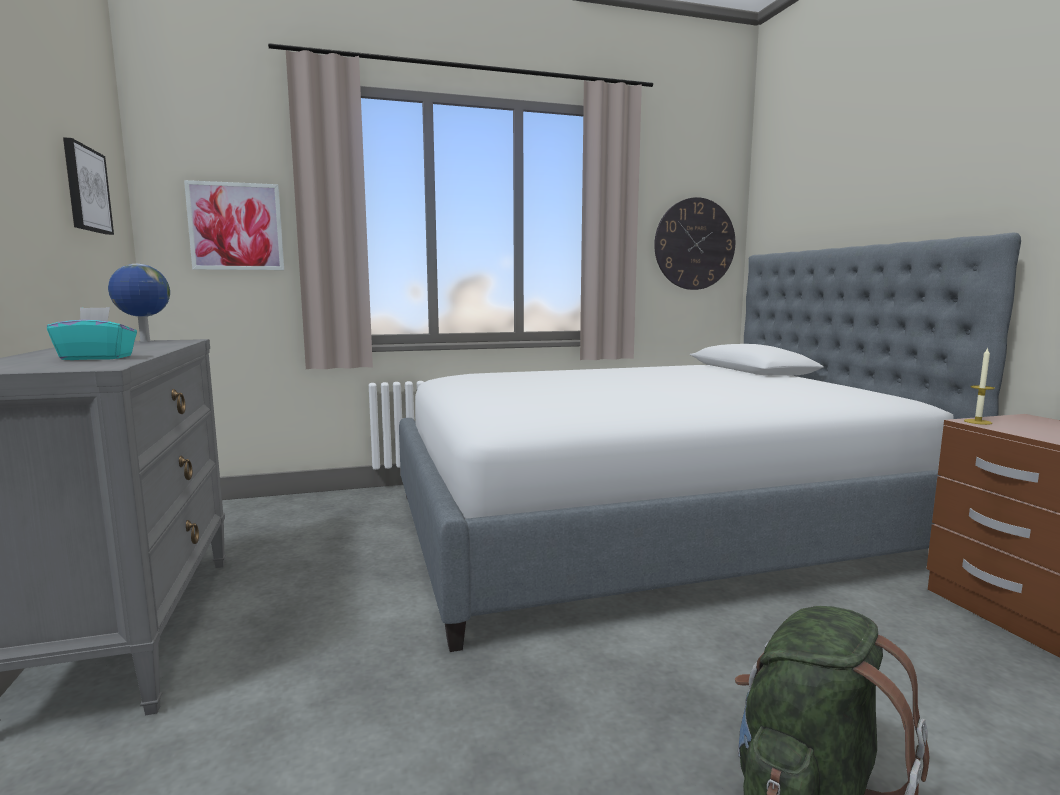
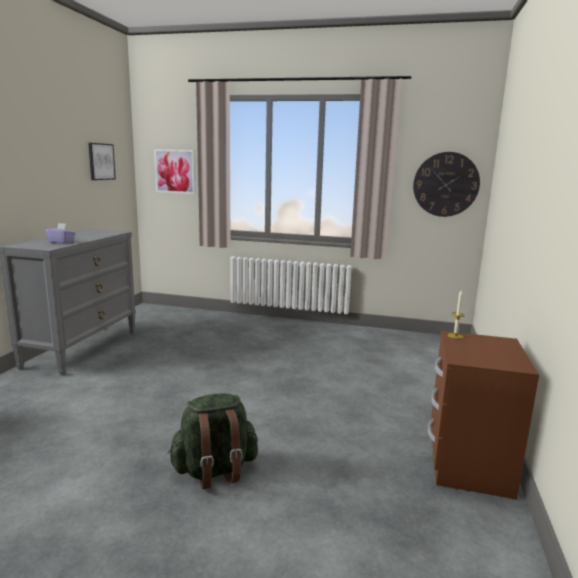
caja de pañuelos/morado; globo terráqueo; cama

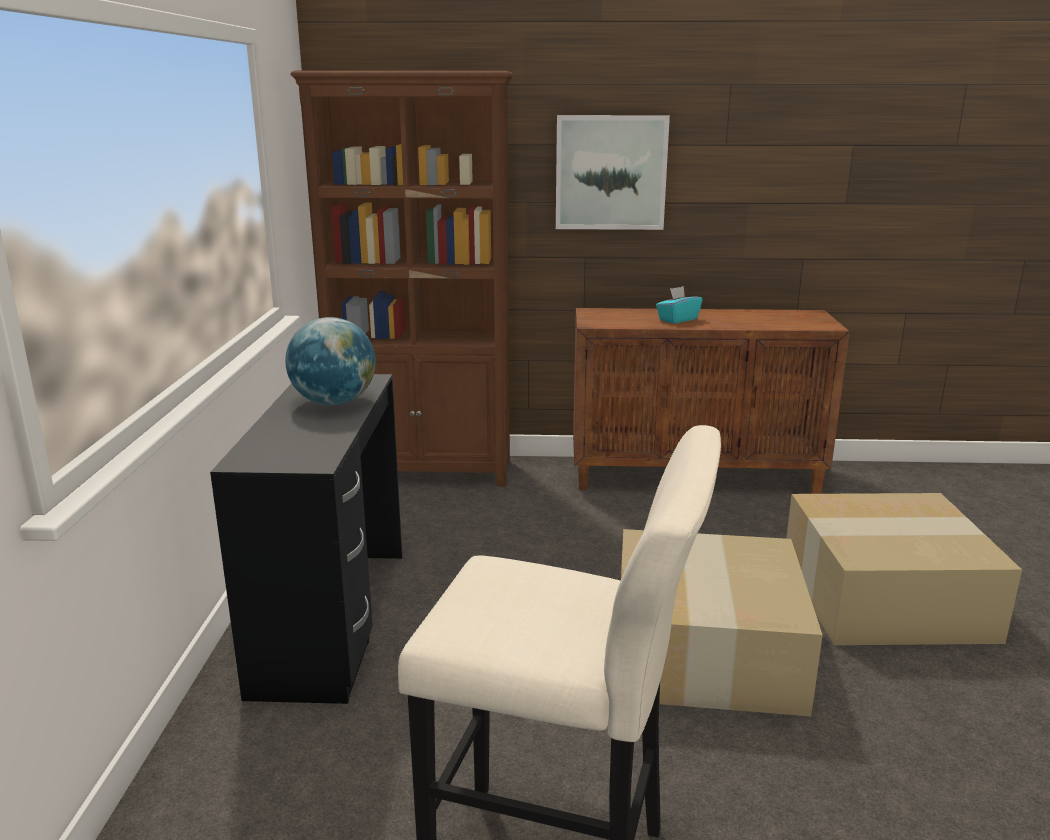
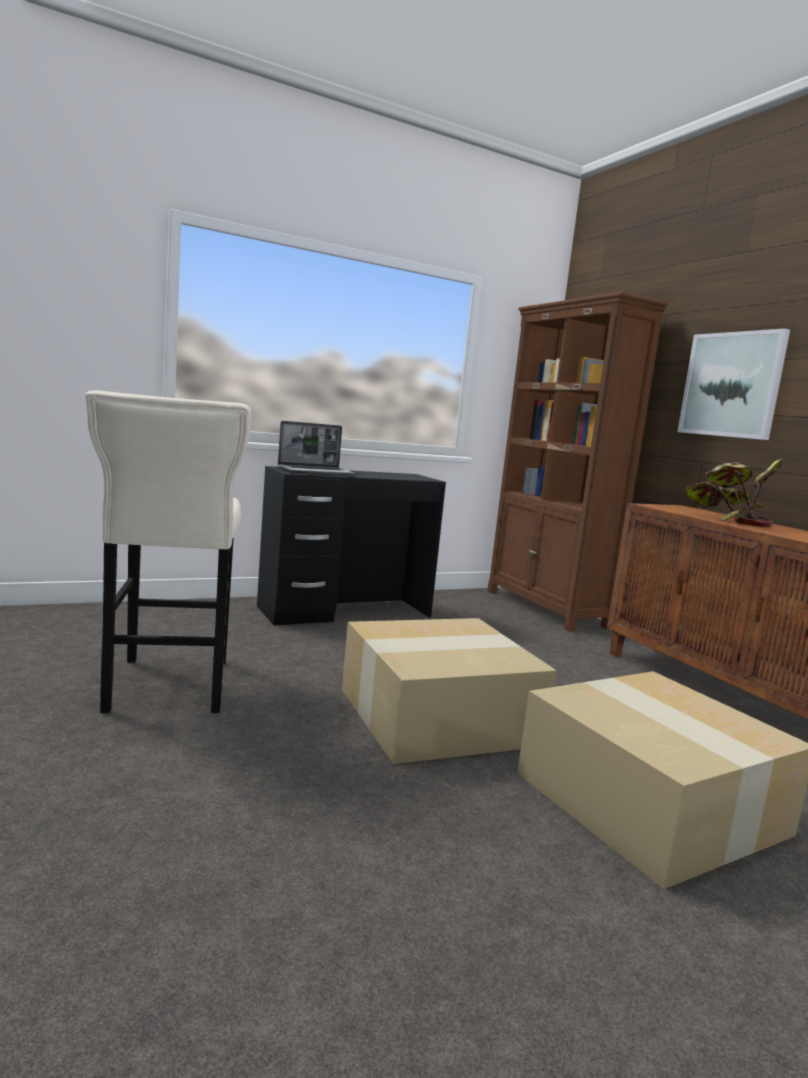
globo terráqueo; planta en maceta; portátil

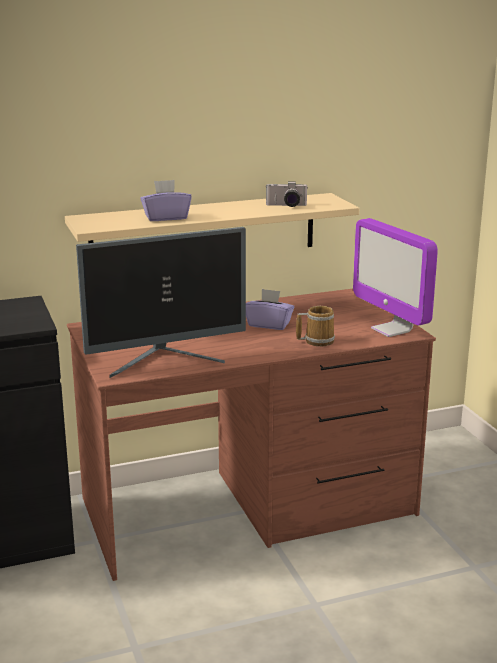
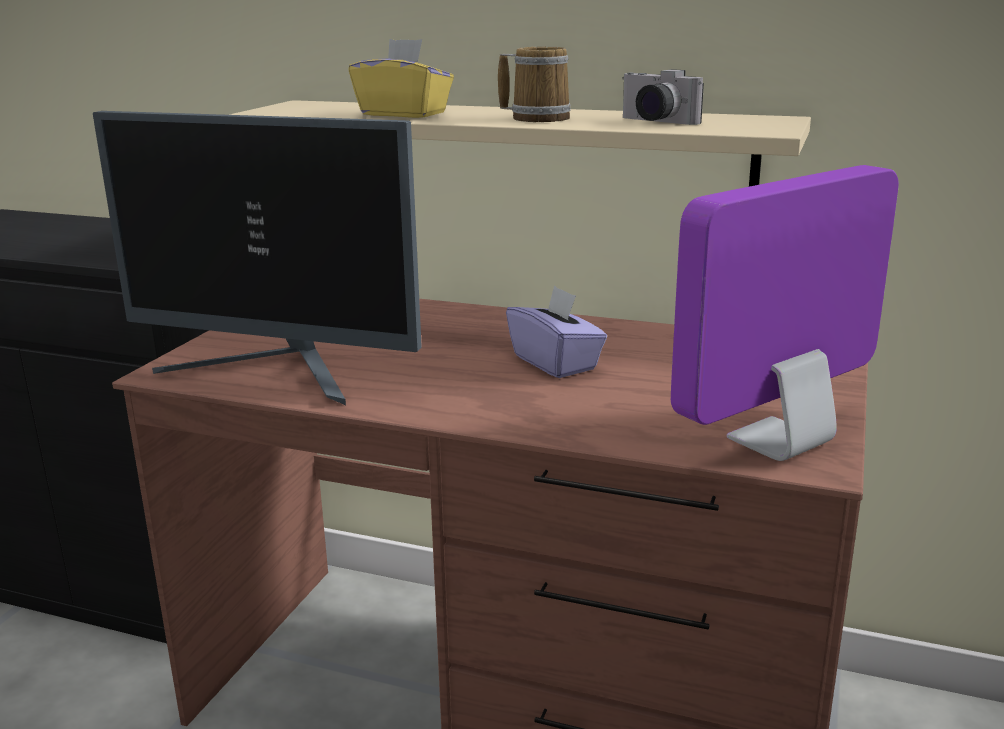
caja de pañuelos/amarillo; taza grande; monitor (2nd from left)

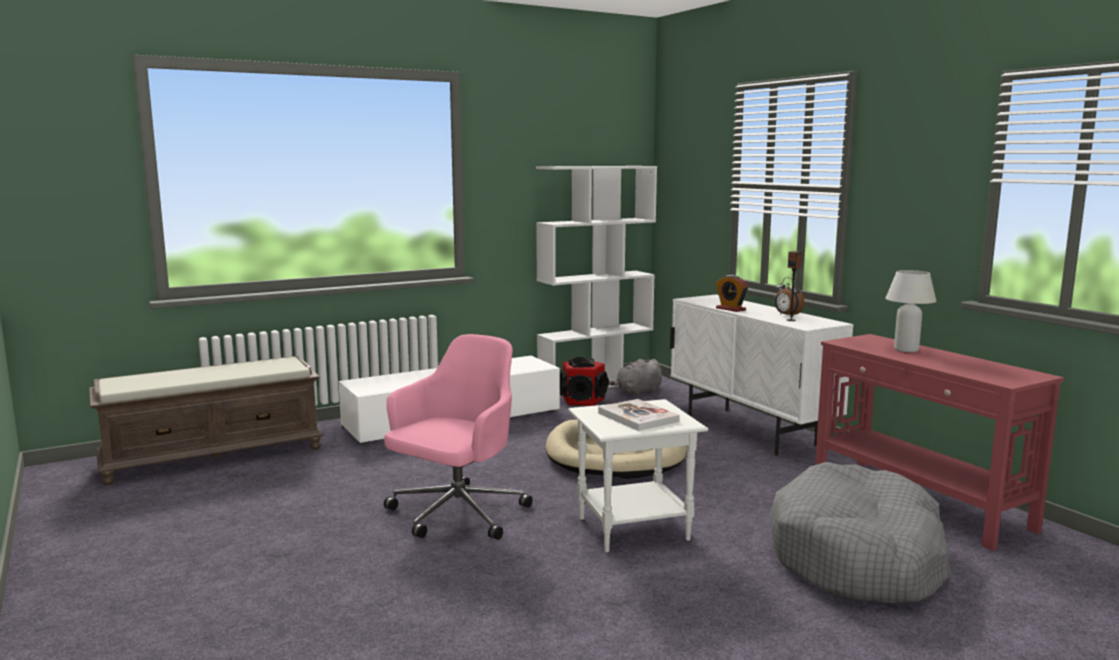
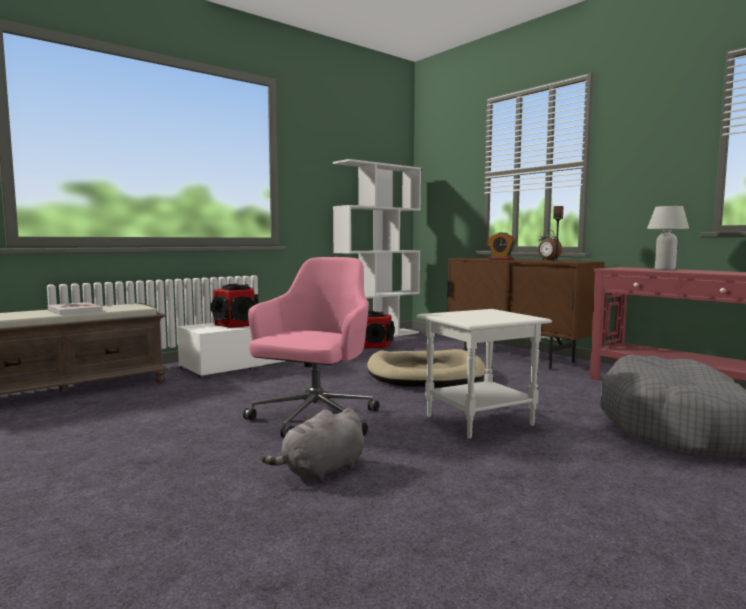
libro; peluche/gris; armario/marrón; altavoz (1st from left)

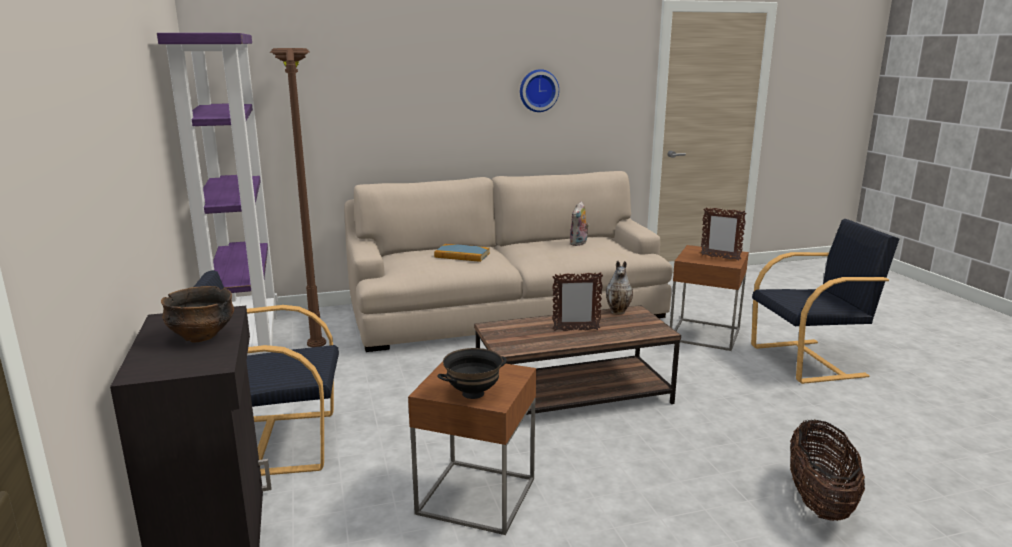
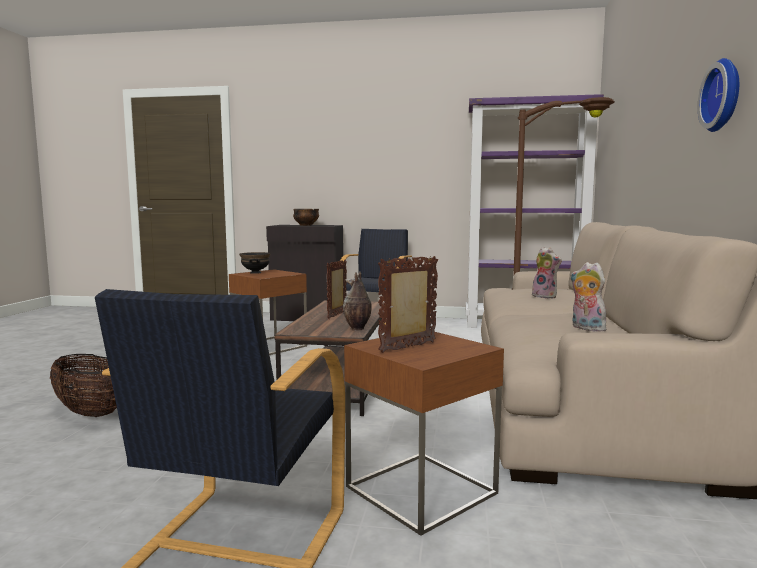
peluche (1st from left)

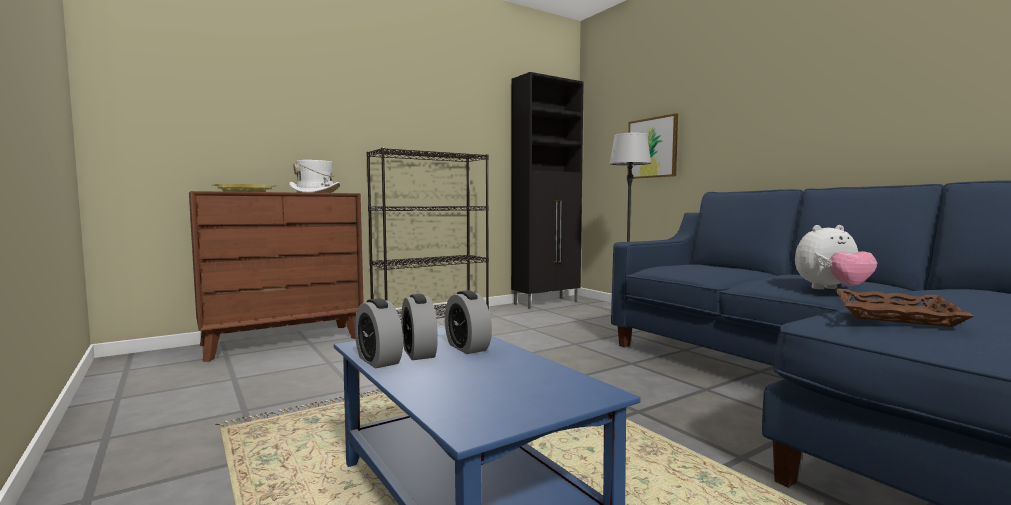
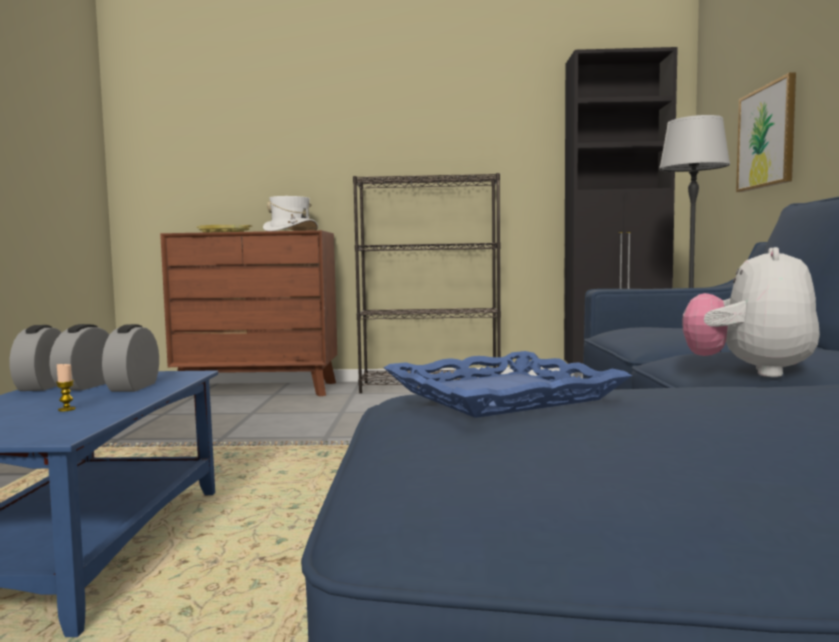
peluche; bandeja/azul; vela

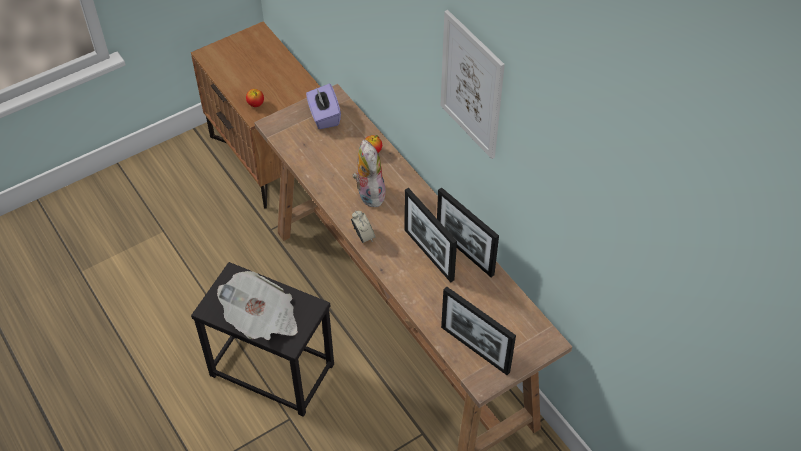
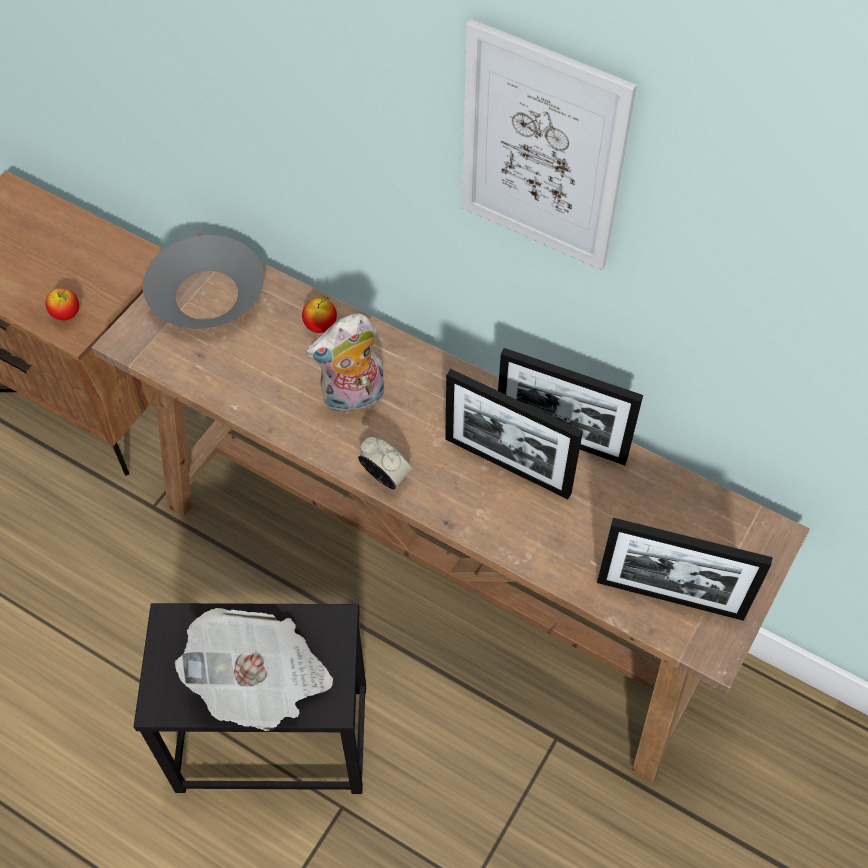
cuenco/gris; peluche

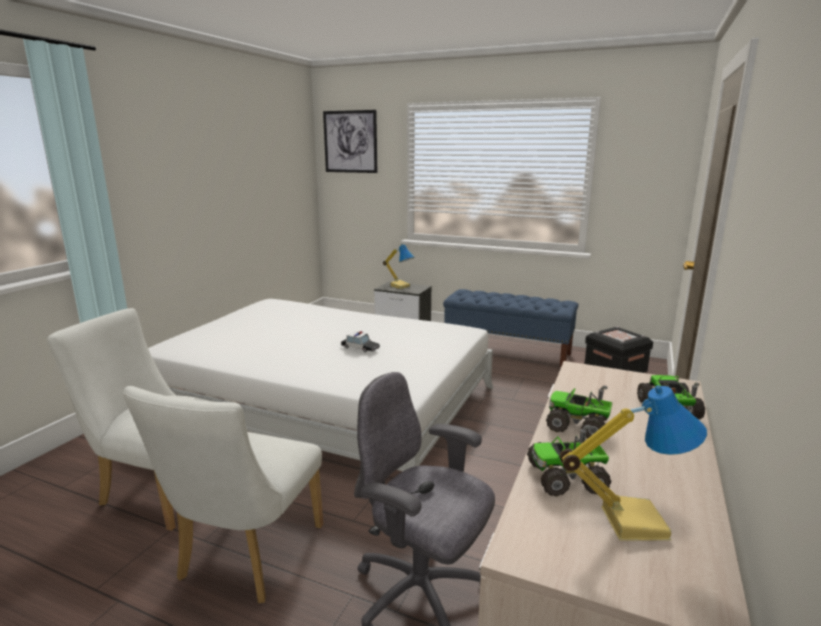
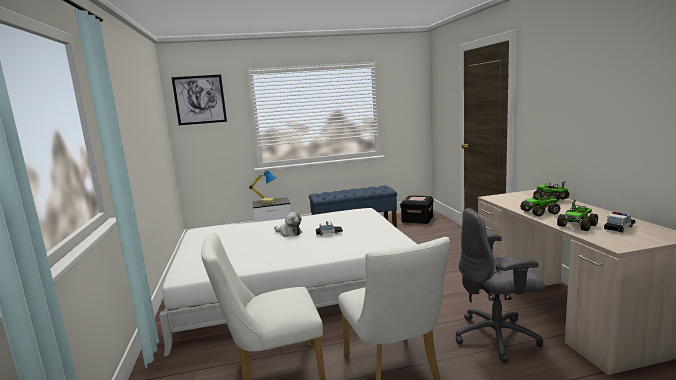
coche de juguete (2nd from left); peluche

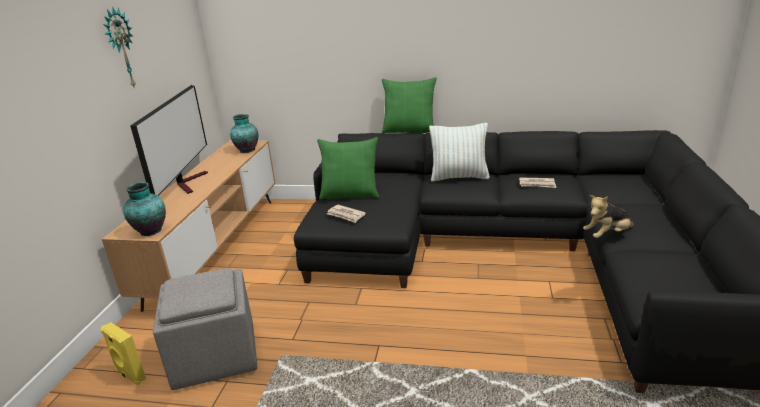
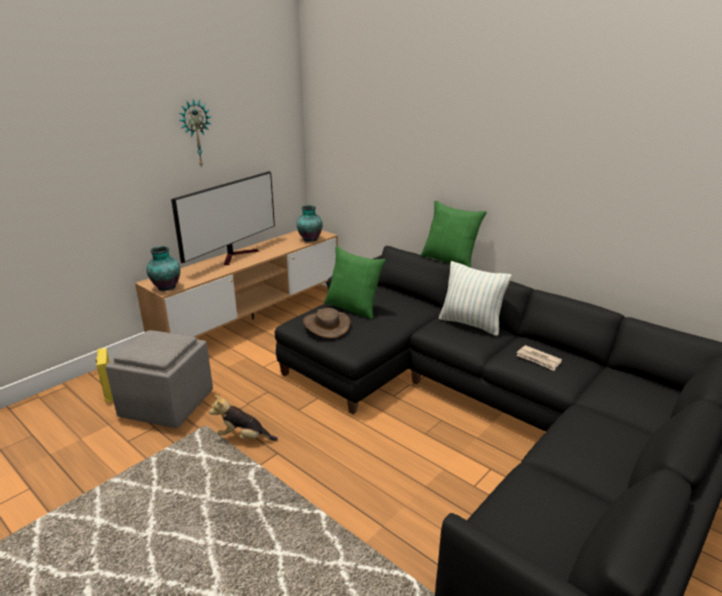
sombrero/marrón; peluche

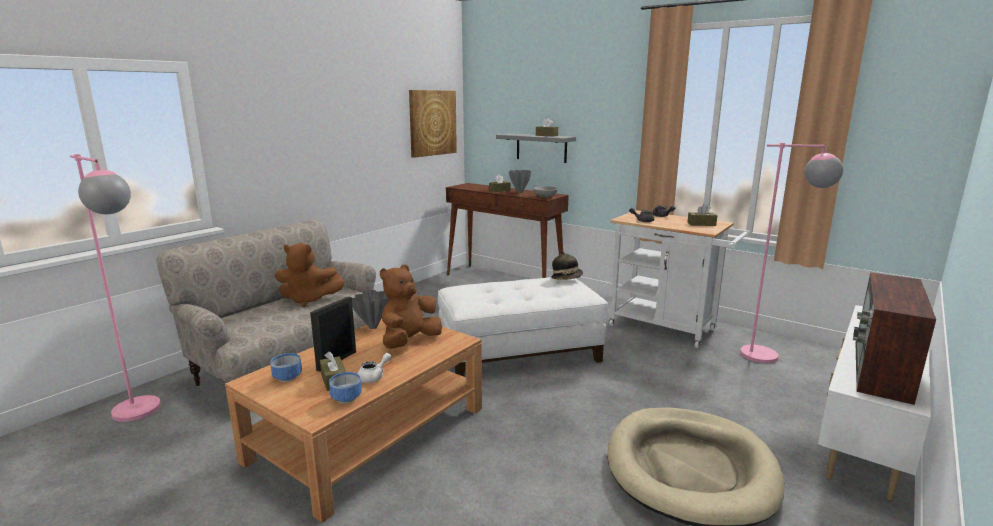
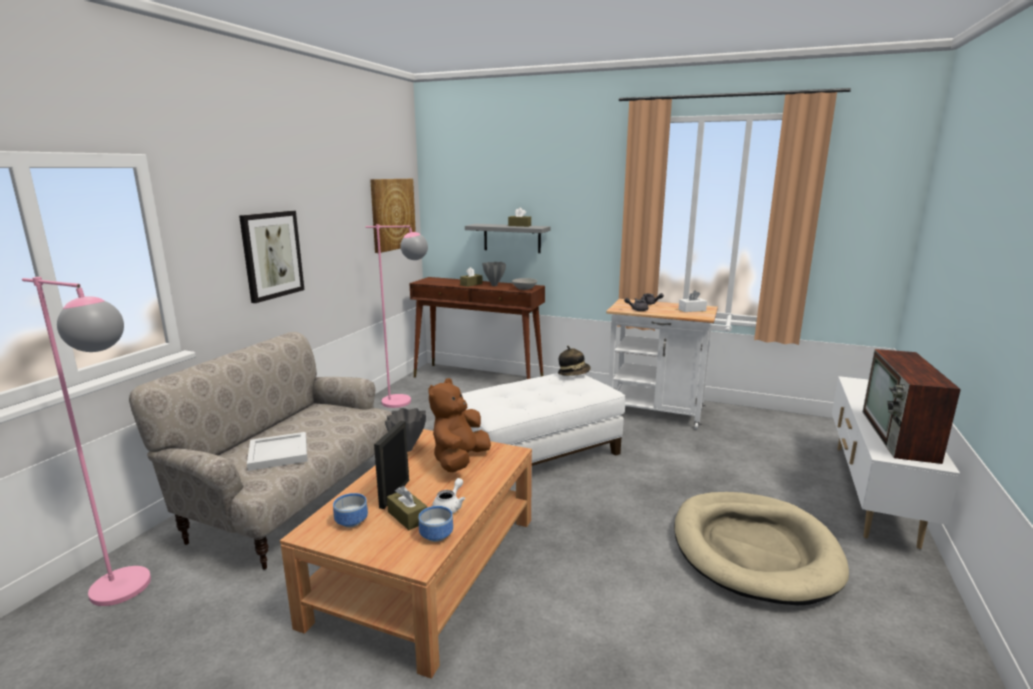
peluche/marrón (1st from left in the first image); caja de pañuelos/blanco; lámpara de pie/rosa (2nd from left); cuadro (1st from left); bandeja/blanco

